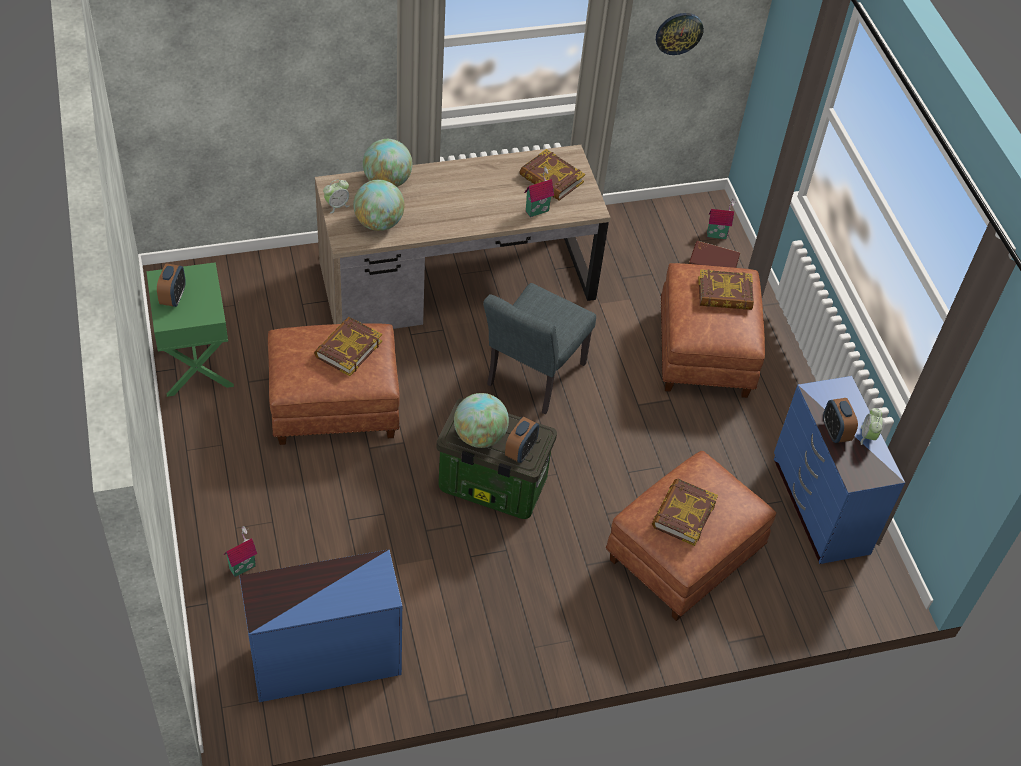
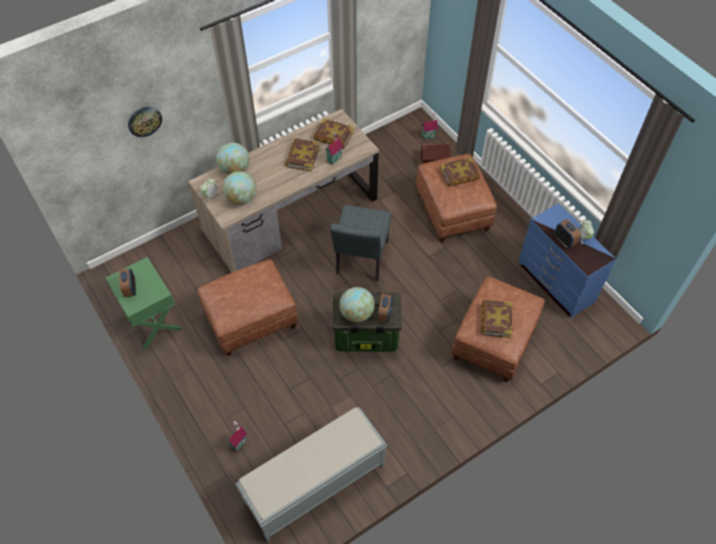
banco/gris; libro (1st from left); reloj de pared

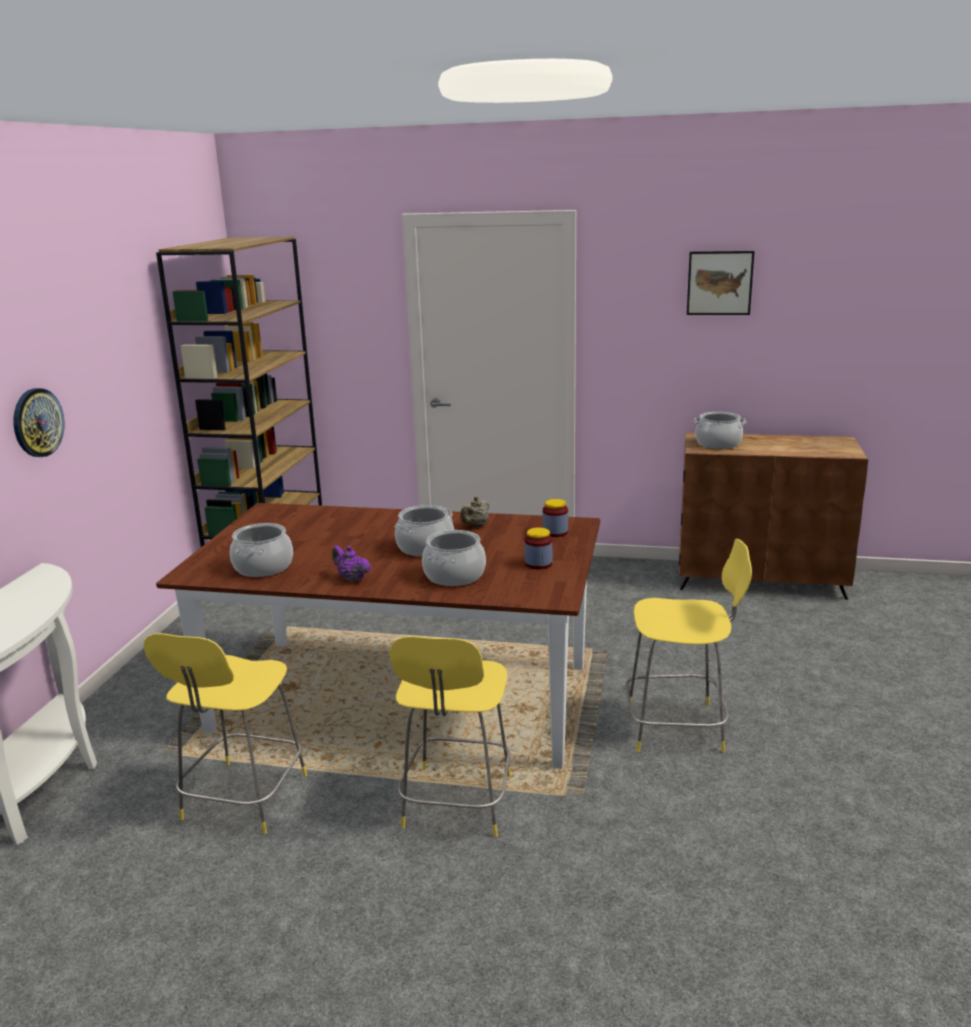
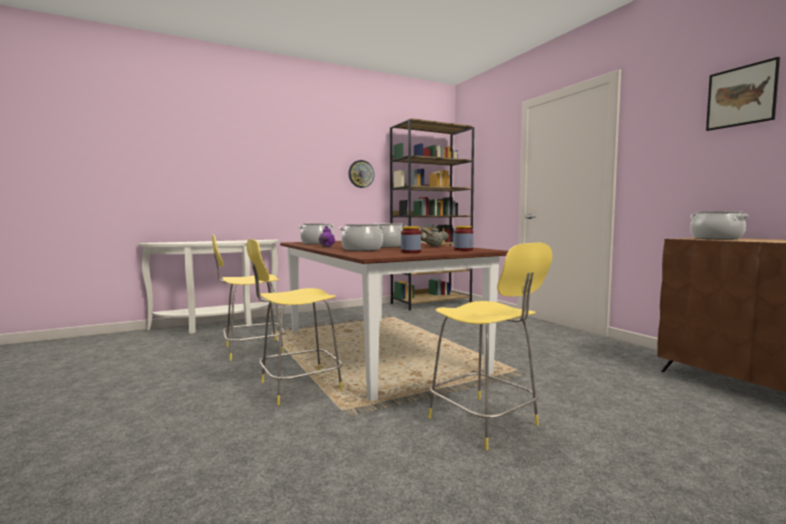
reloj de pared

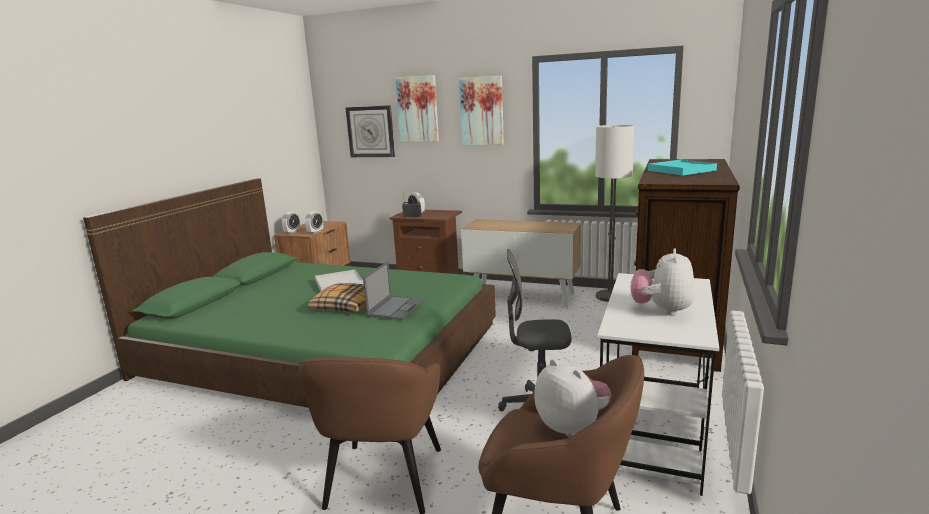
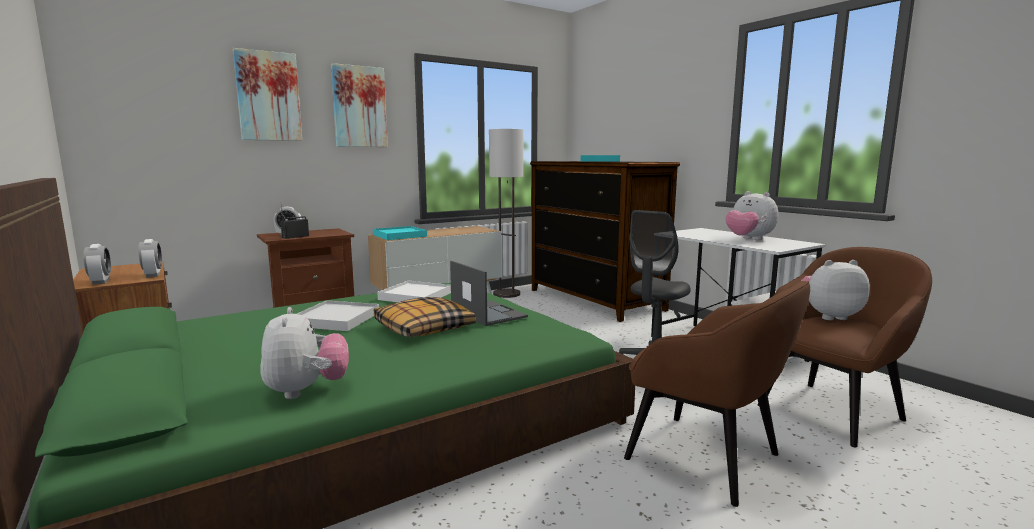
reloj de pared; peluche (1st from left); bandeja/turquesa (1st from left); bandeja/blanco (2nd from left)

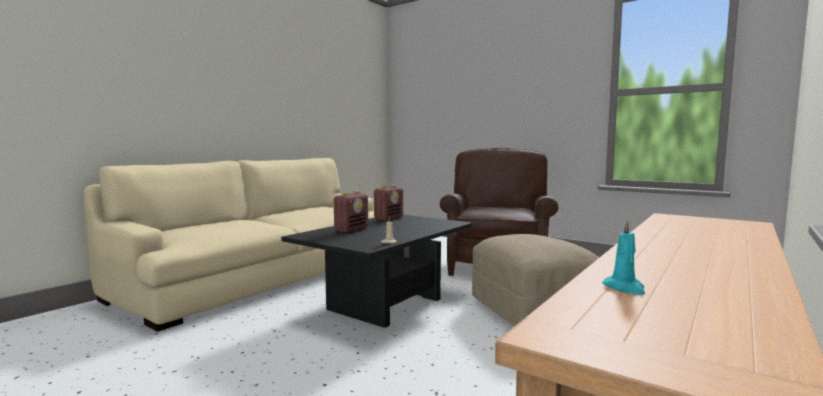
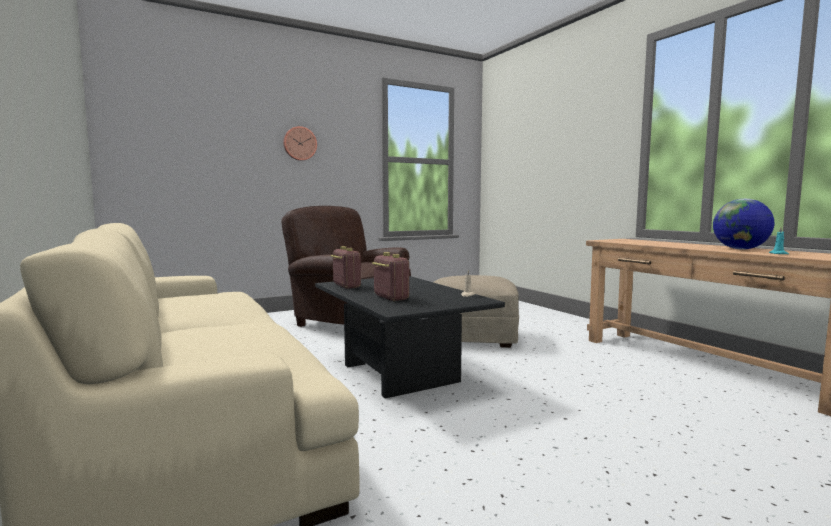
reloj de pared; globo terráqueo

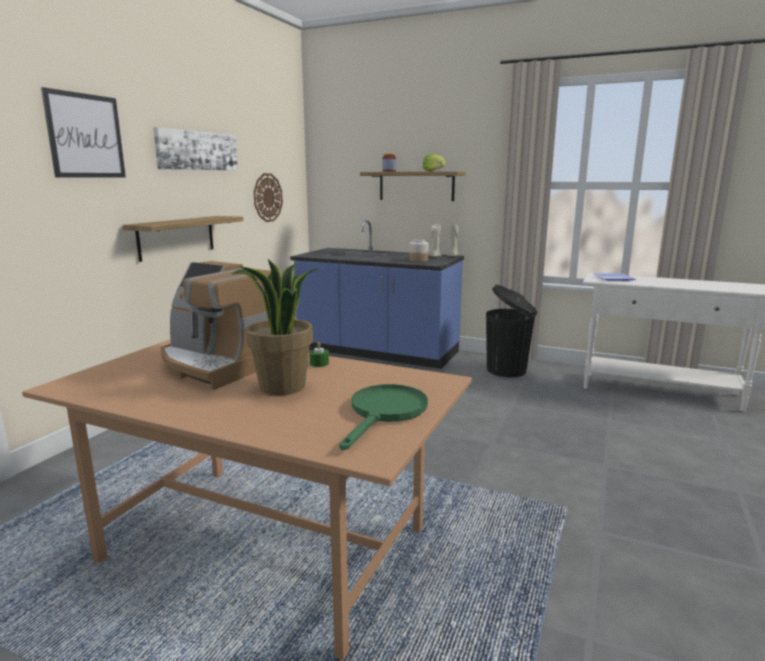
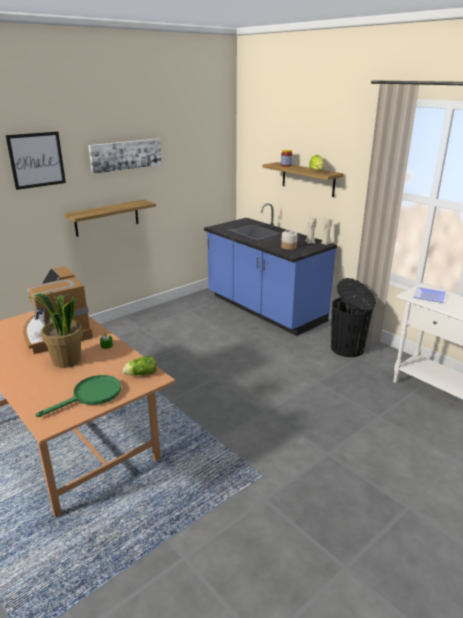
reloj de pared; lechuga (1st from left)

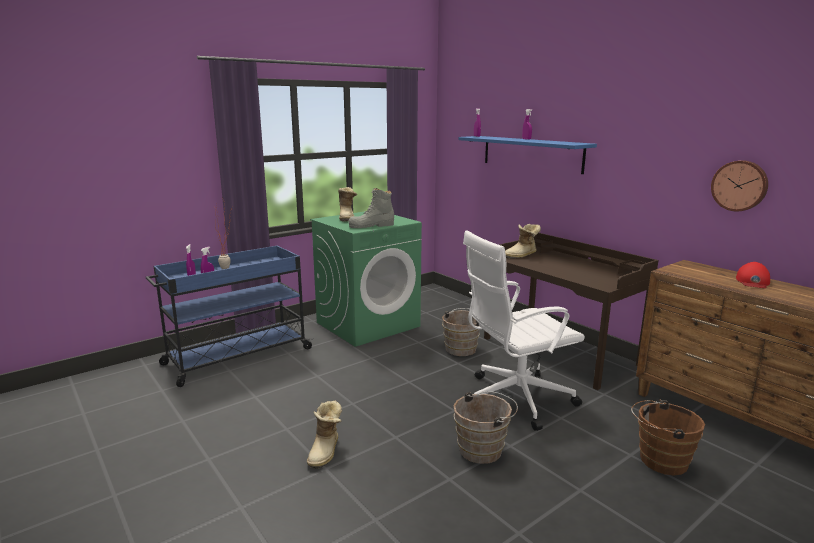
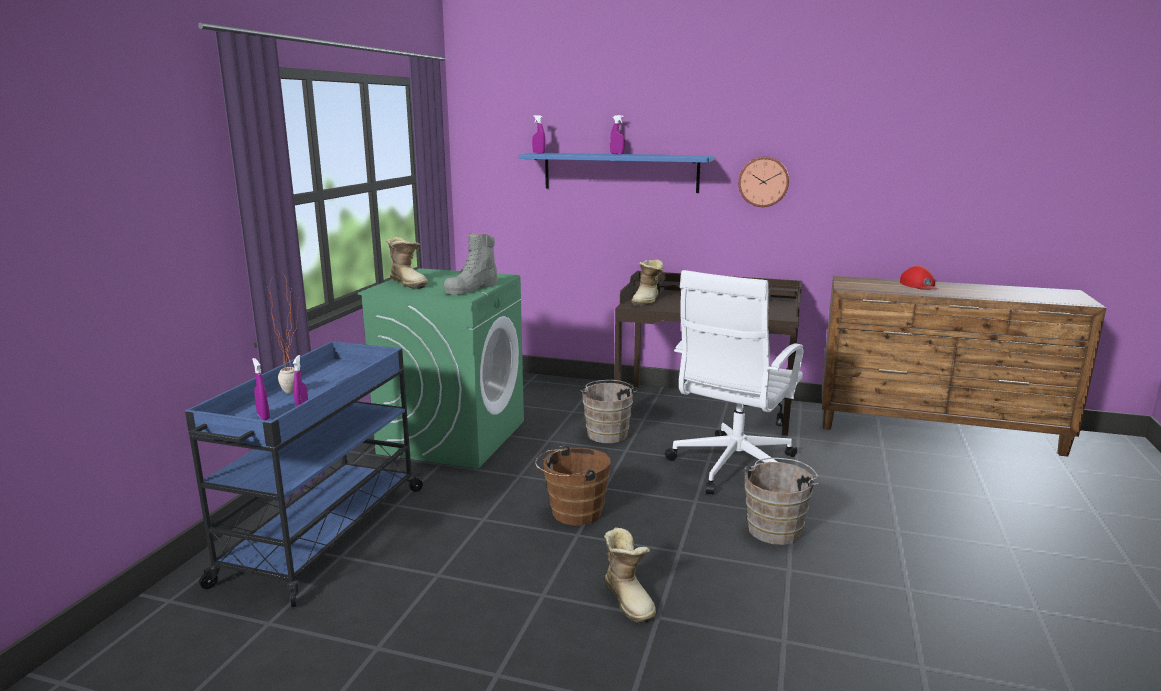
cubo/marrón (1st from left); reloj de pared

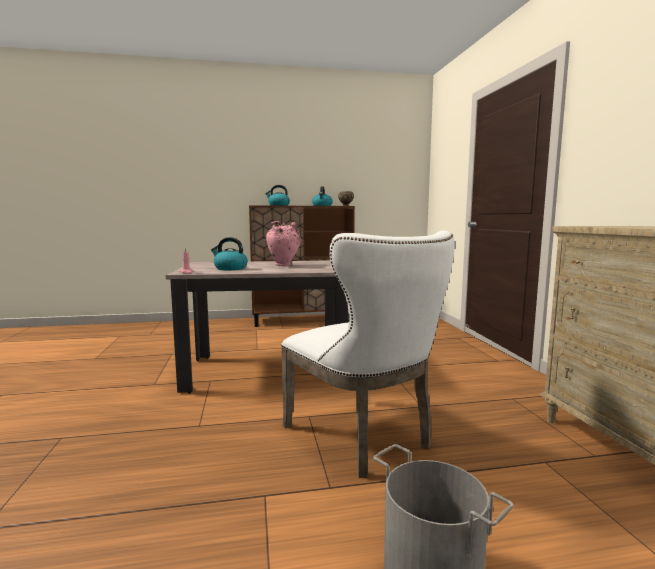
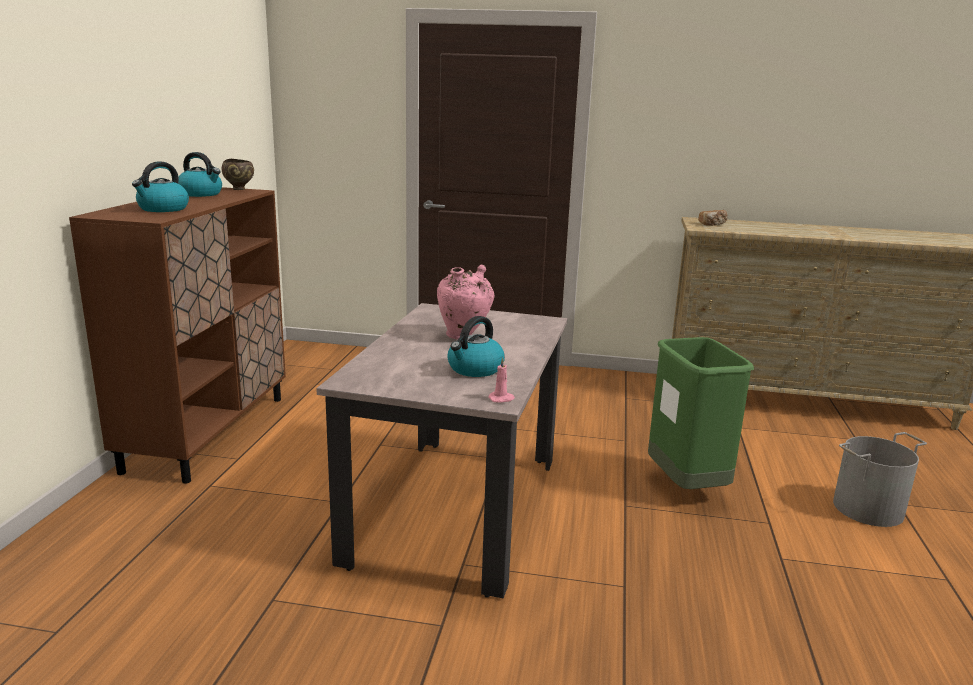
papelera/verde; pan

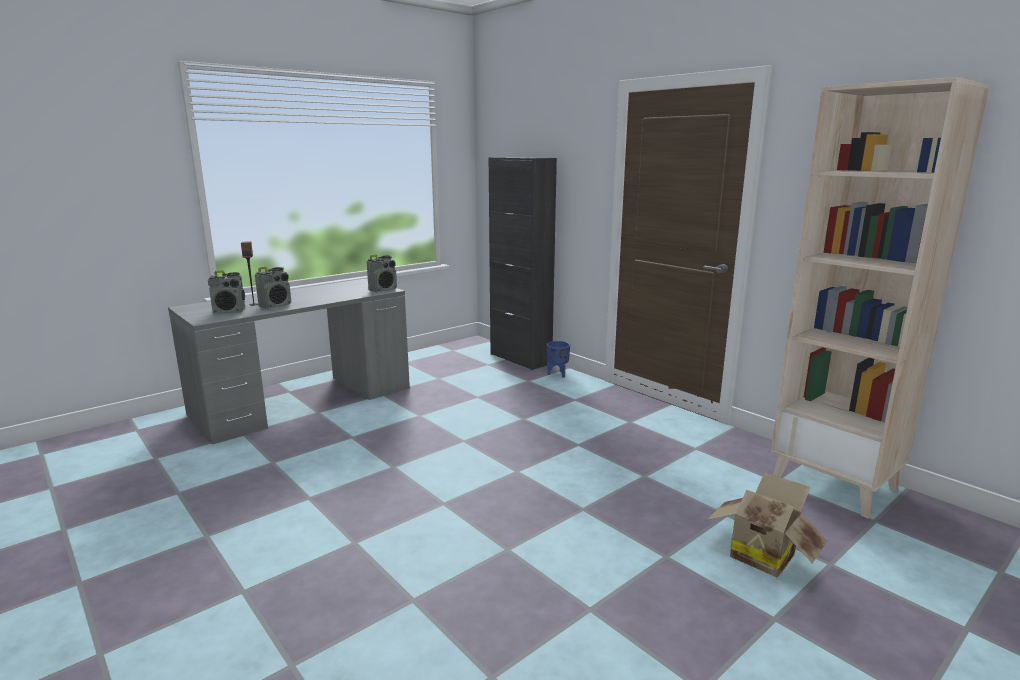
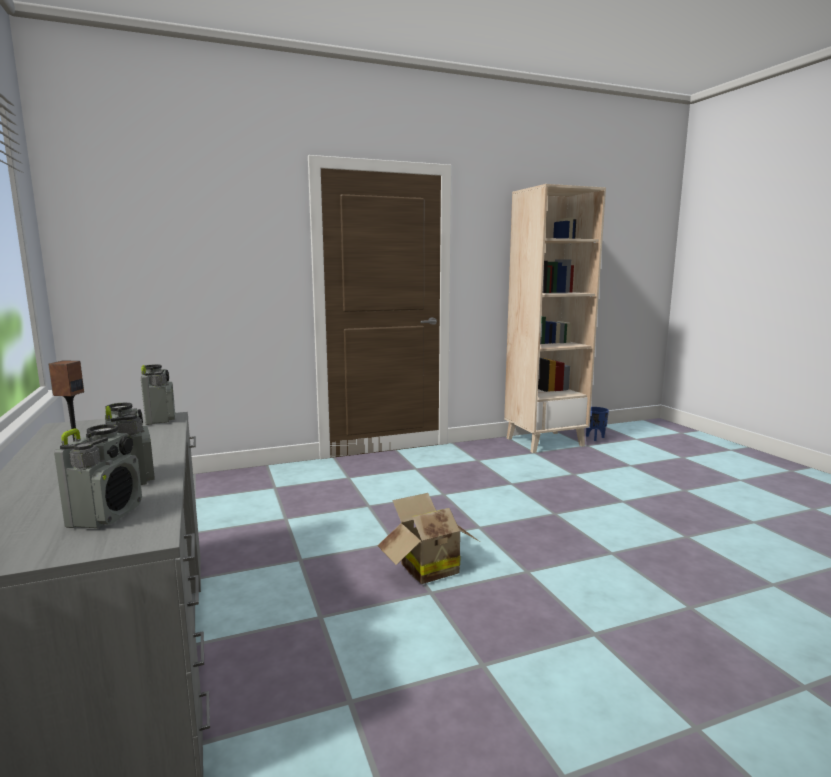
armario/negro; maceta/azul; caja de cartón

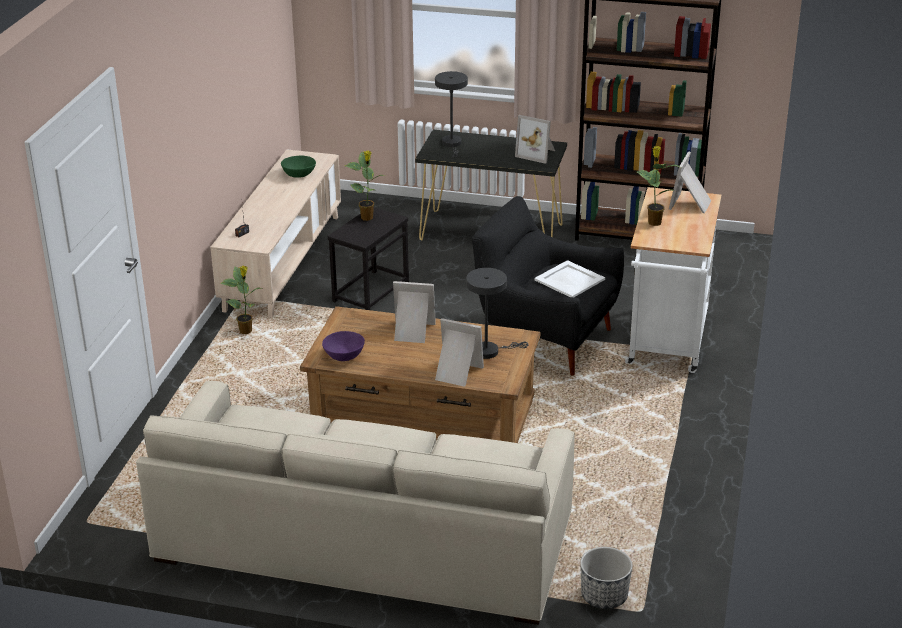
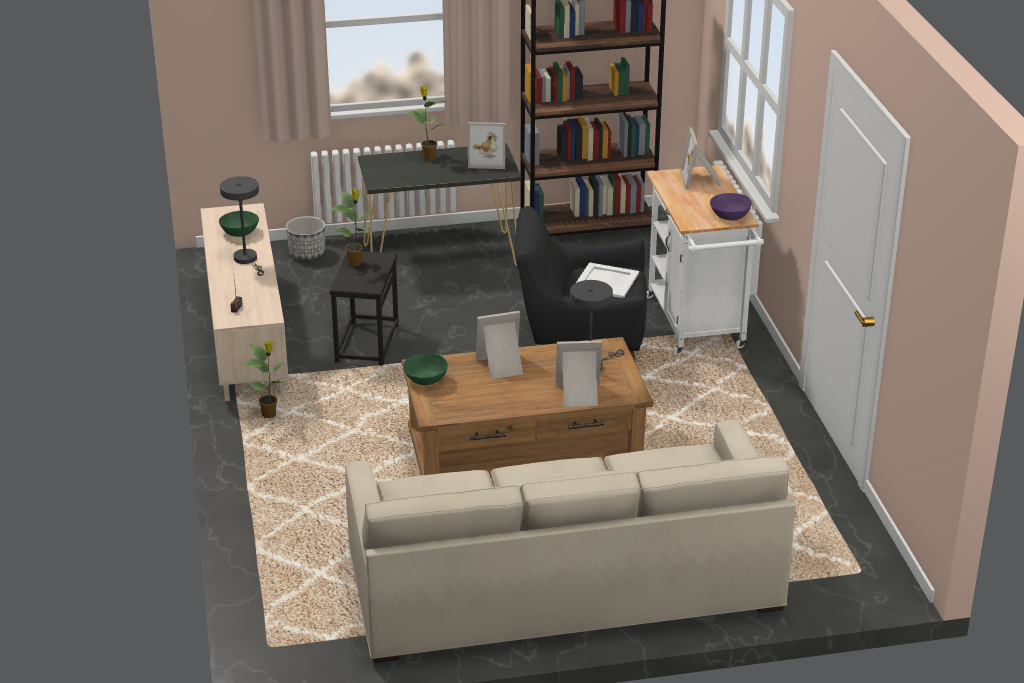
cuenco/morado; lámpara de mesa/gris (1st from left); maceta; planta en maceta (3rd from left); cuenco/verde (2nd from left)

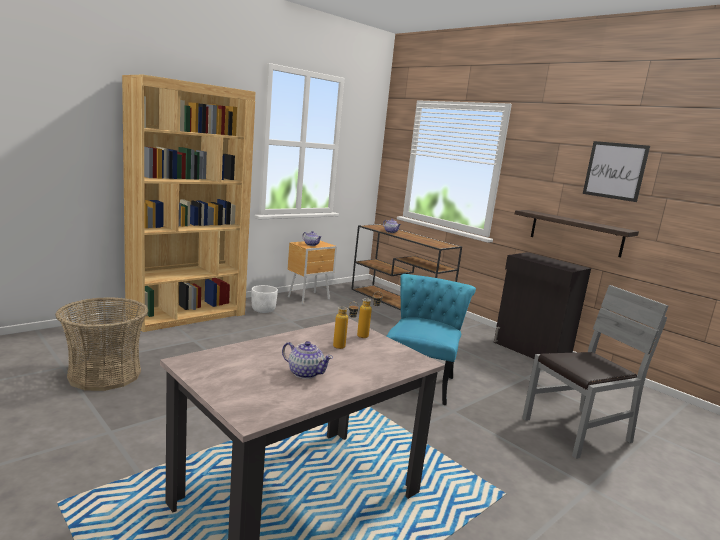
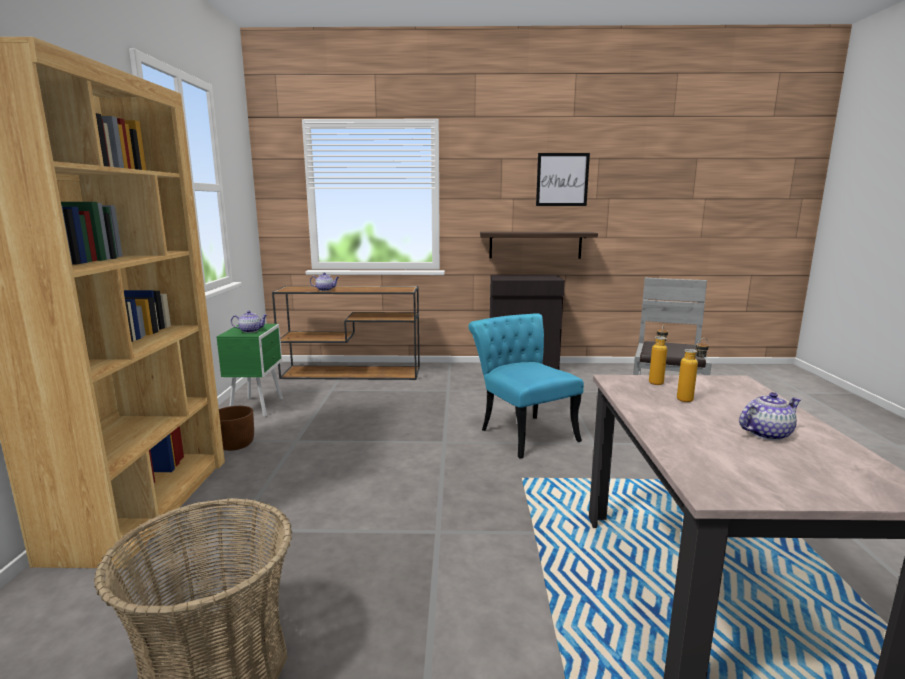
maceta/marrón; mesita de noche/verde

